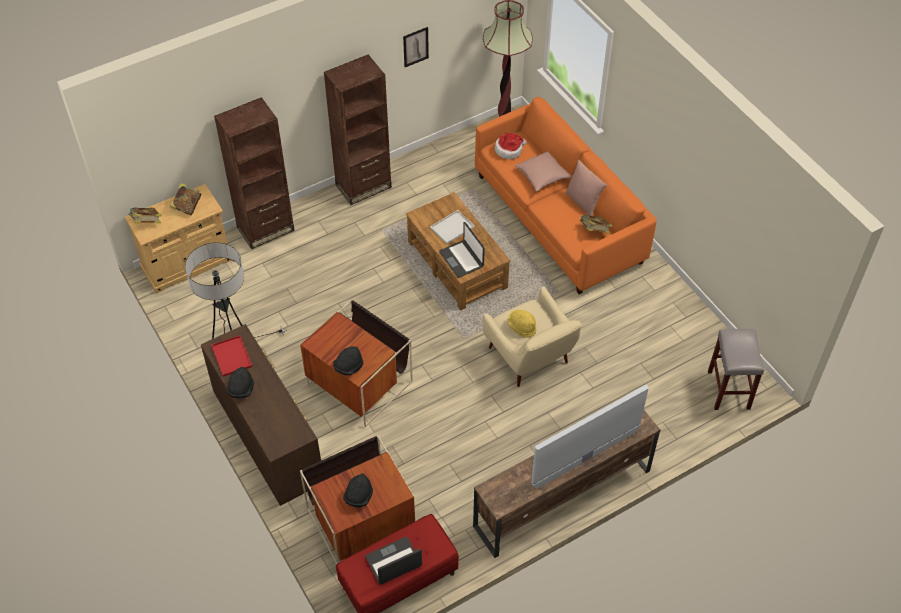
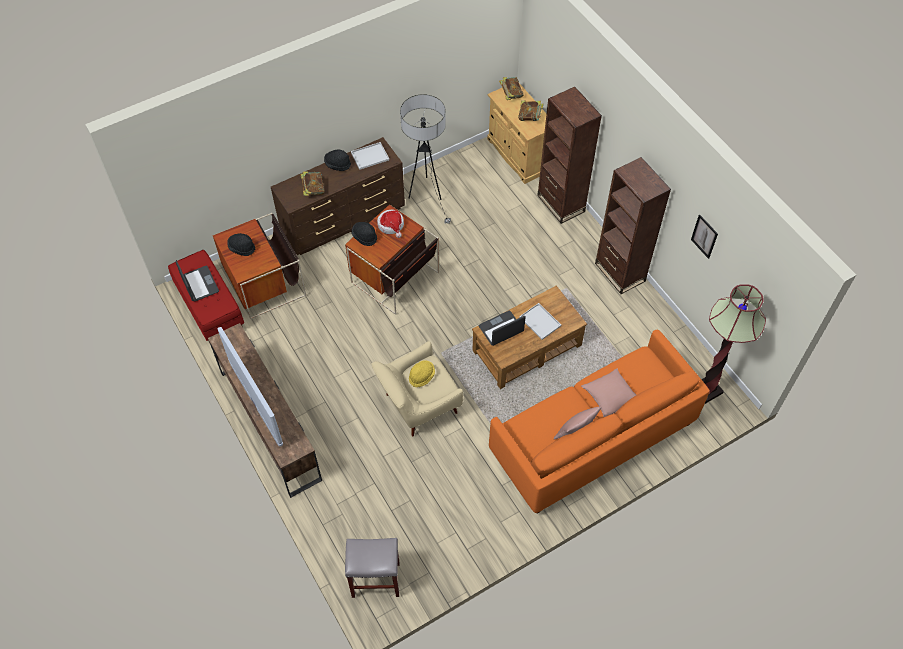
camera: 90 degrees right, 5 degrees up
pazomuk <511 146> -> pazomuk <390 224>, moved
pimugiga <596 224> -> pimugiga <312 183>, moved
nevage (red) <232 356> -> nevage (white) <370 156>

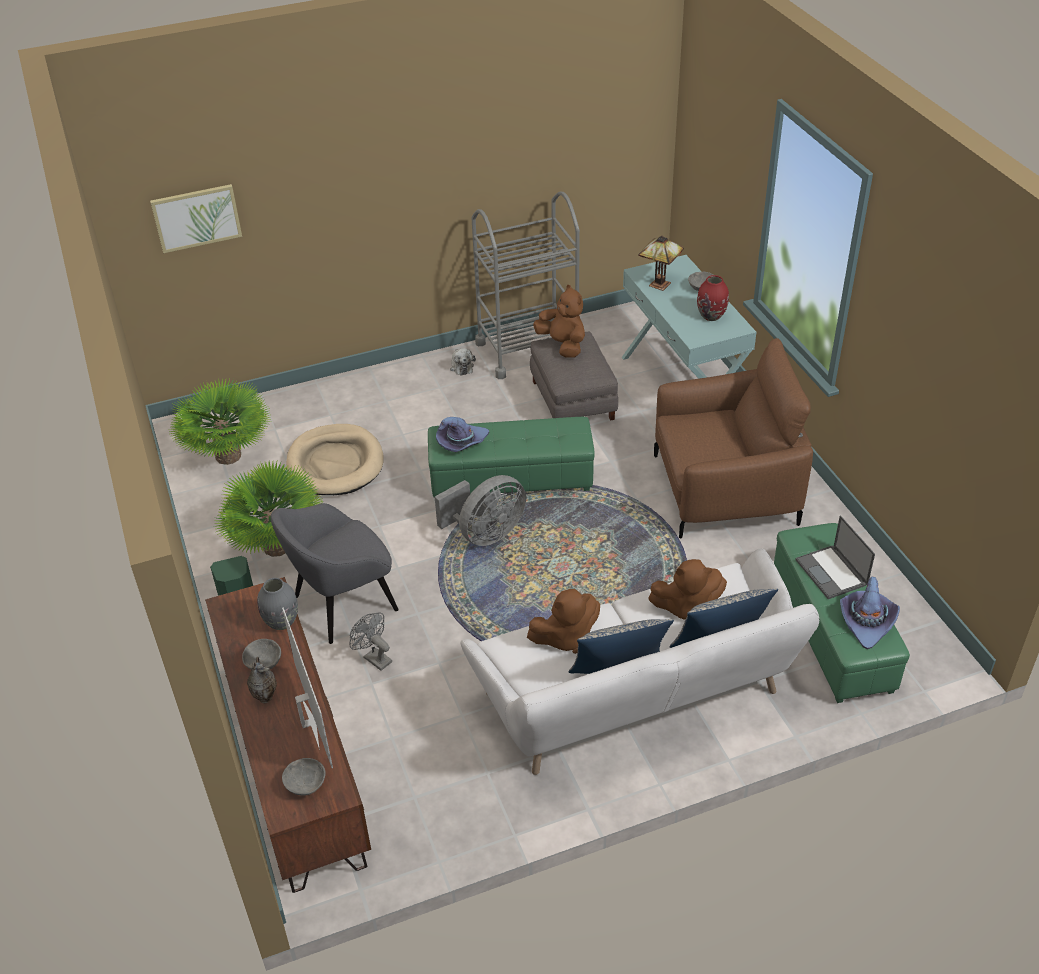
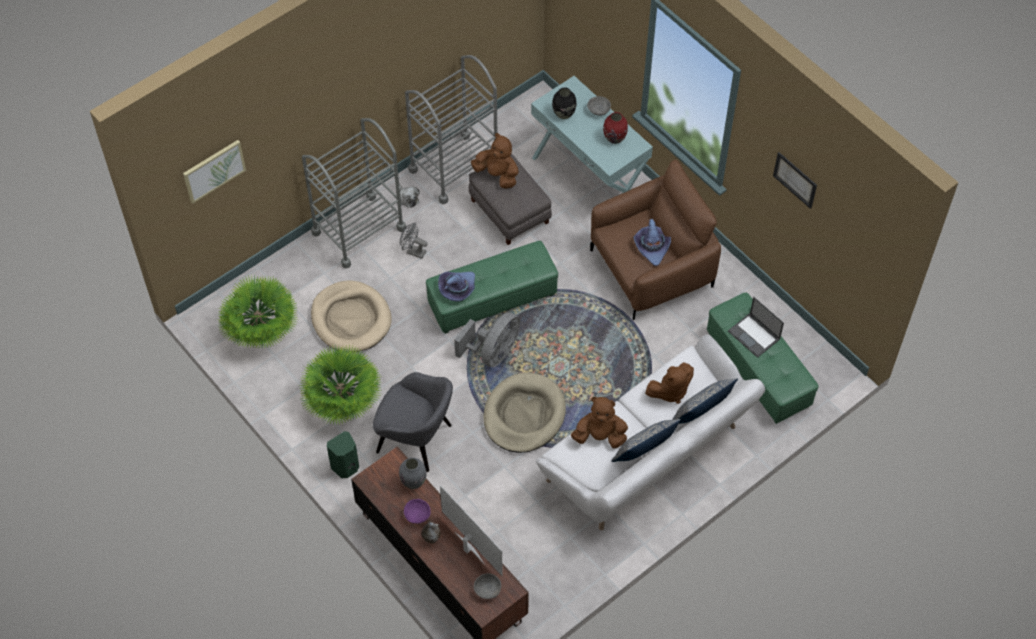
camera: 20 degrees left, 15 degrees up
none -> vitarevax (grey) <354 193>
none -> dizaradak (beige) <524 413>
none -> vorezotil <795 180>
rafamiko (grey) <370 642> -> rafamiko (grey) <414 240>, moved
pazomuk (purple) <870 612> -> pazomuk (purple) <652 242>, moved
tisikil <661 263> -> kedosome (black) <564 103>
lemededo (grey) <261 654> -> lemededo (purple) <417 511>
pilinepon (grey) <335 573> -> pilinepon (grey) <413 422>, 105 degrees counterclockwise
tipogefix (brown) <563 621> -> tipogefix (brown) <599 422>, 135 degrees counterclockwise

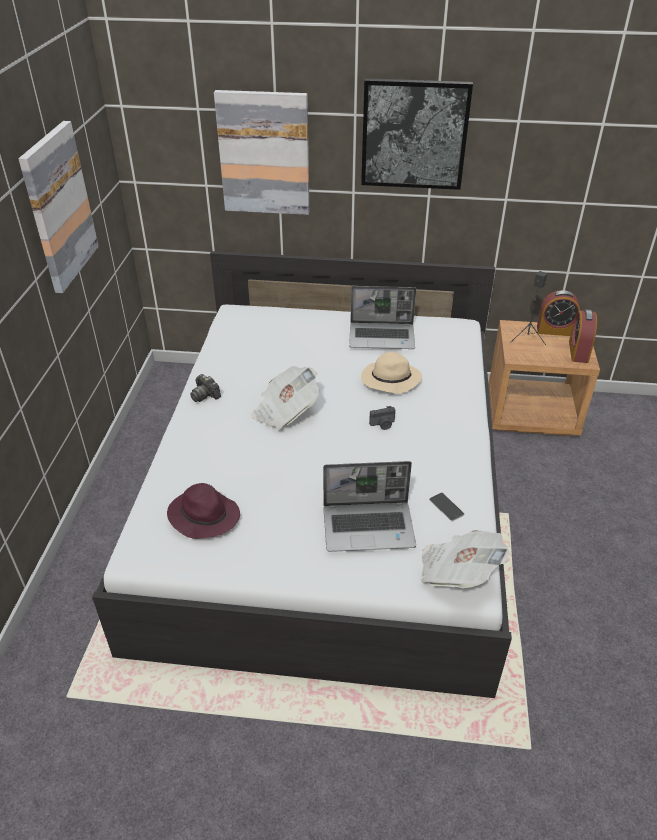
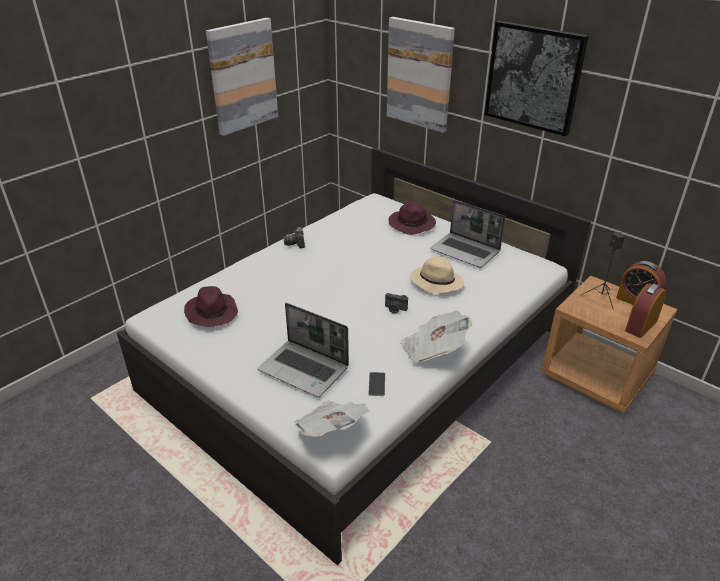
camera: 35 degrees right, 5 degrees down
none -> pazomuk (purple) <412 218>
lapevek <285 398> -> lapevek <436 337>, moved

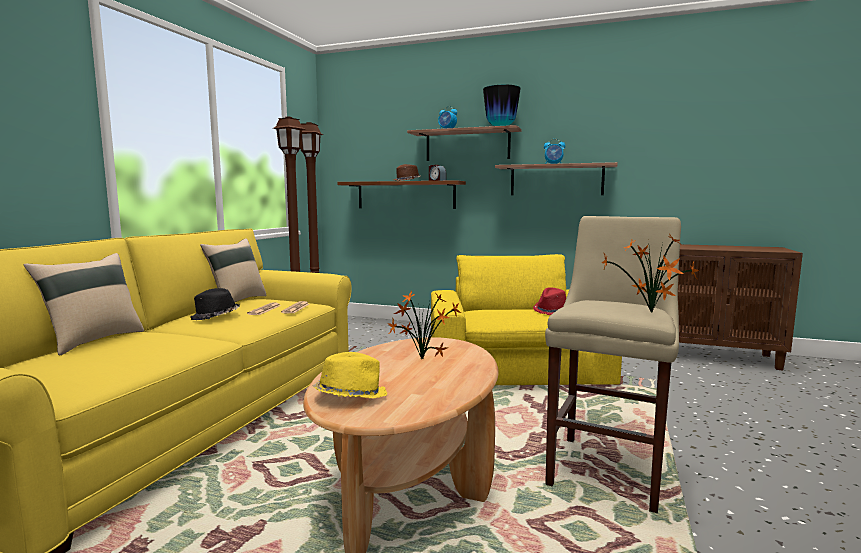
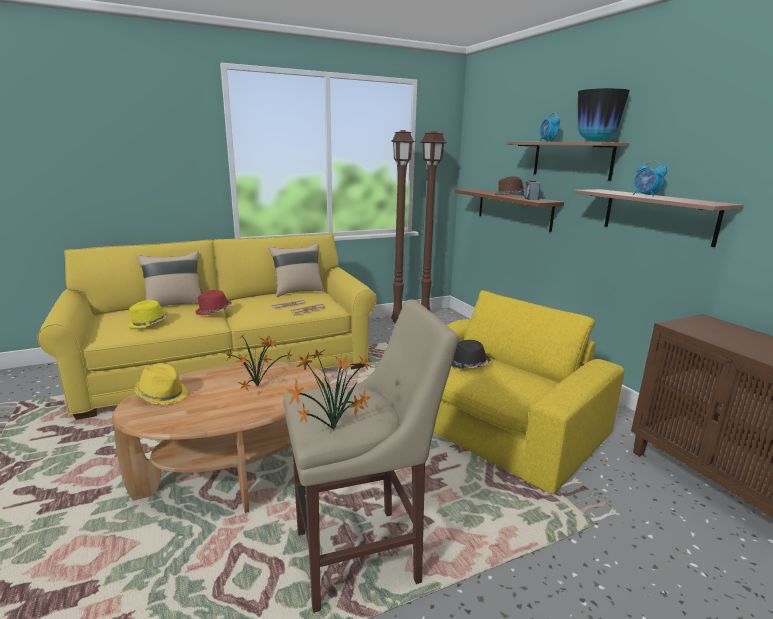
camera: 45 degrees right, 10 degrees up
none -> pazomuk (yellow) <147 314>
pazomuk (black) <215 304> -> pazomuk (black) <471 354>, moved
pazomuk (red) <549 301> -> pazomuk (red) <213 302>, moved

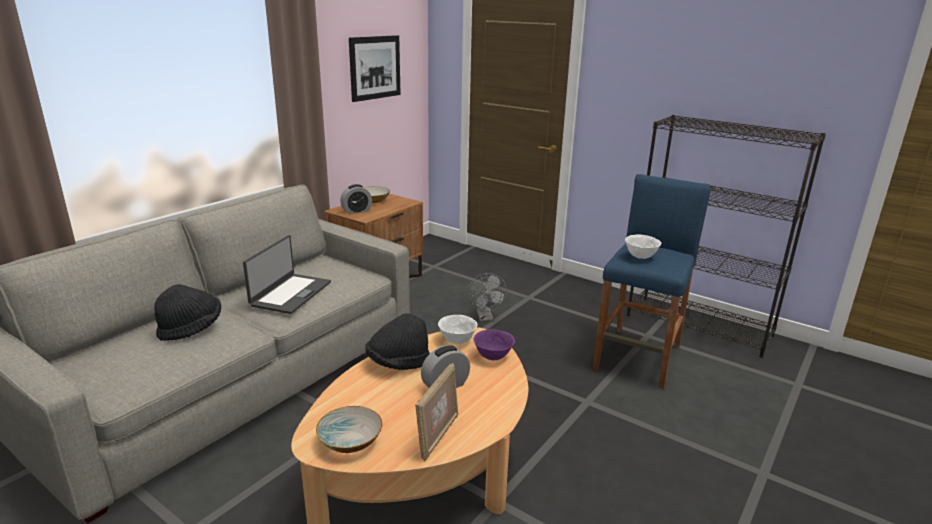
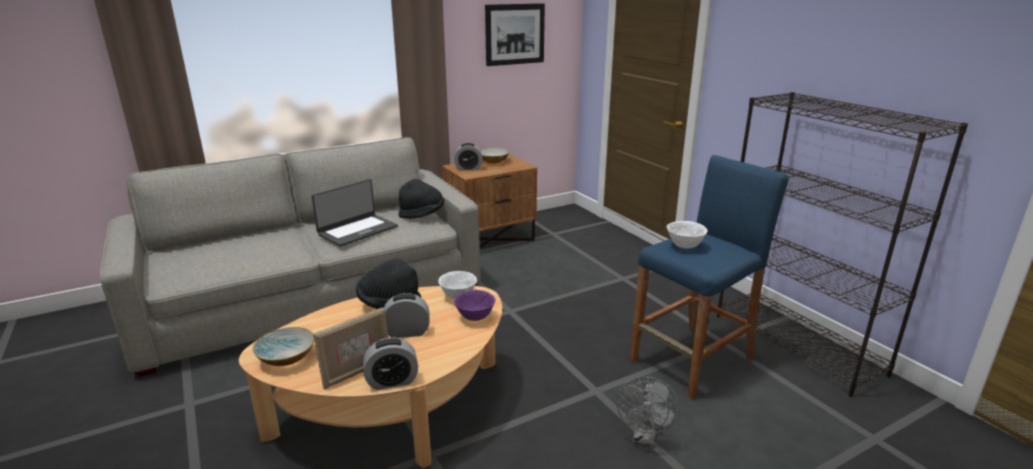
camera: 25 degrees right, 0 degrees up
none -> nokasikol <390 363>
pazomuk (black) <187 312> -> pazomuk (black) <421 199>, moved
rafamiko (grey) <487 297> -> rafamiko (grey) <648 412>, moved

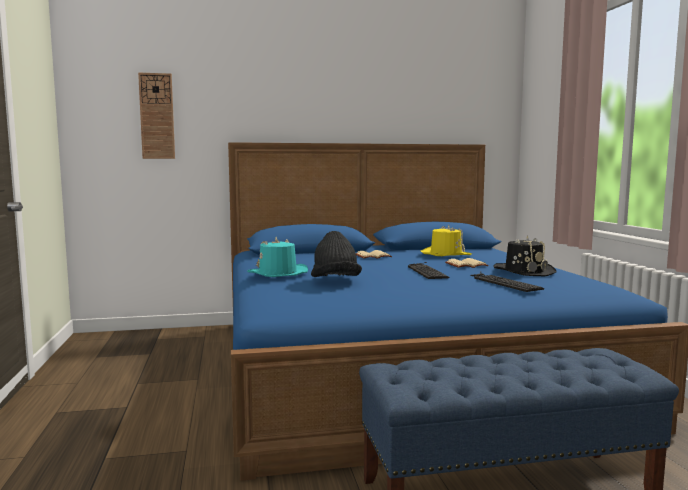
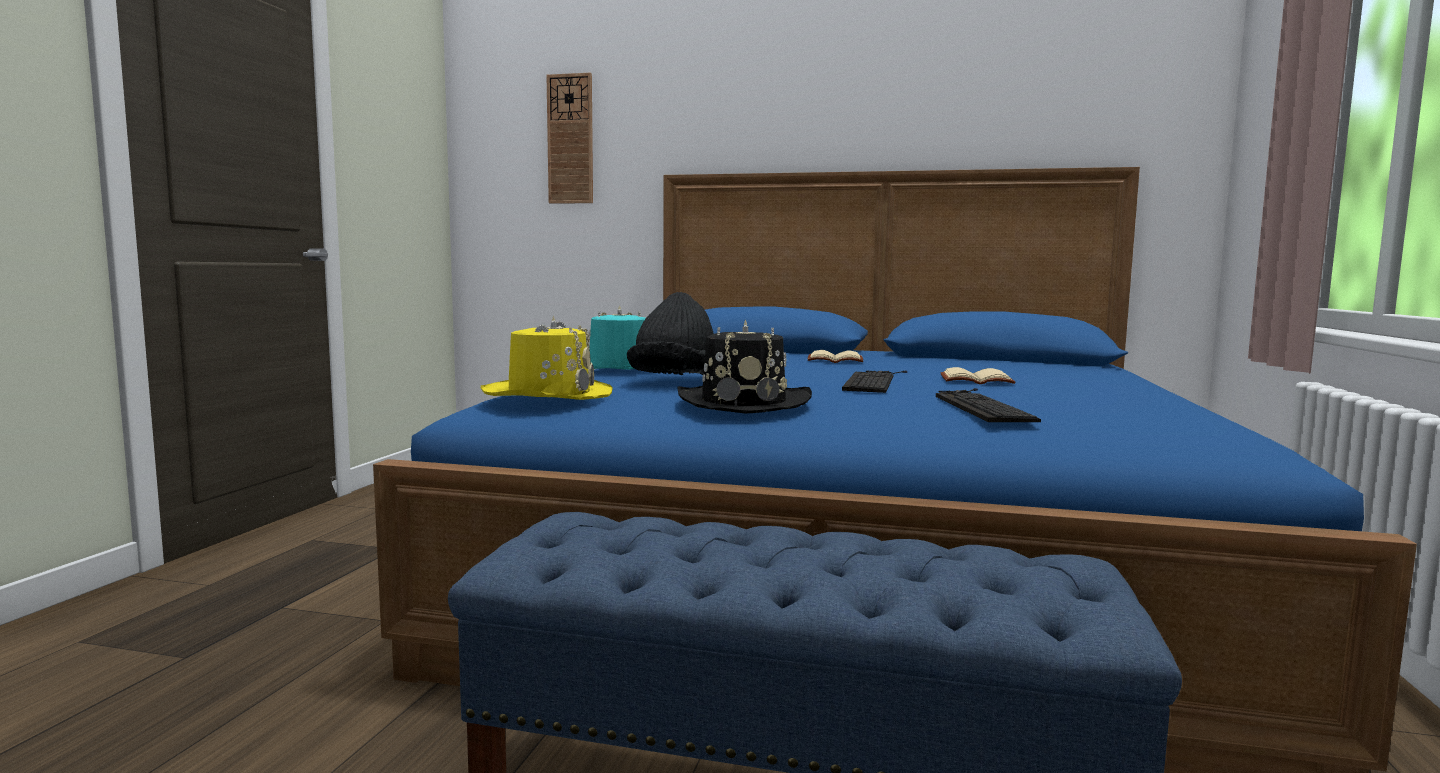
camera: 25 degrees right, 0 degrees up
pazomuk (yellow) <446 240> -> pazomuk (yellow) <547 357>, moved
pazomuk (black) <525 256> -> pazomuk (black) <744 367>, moved

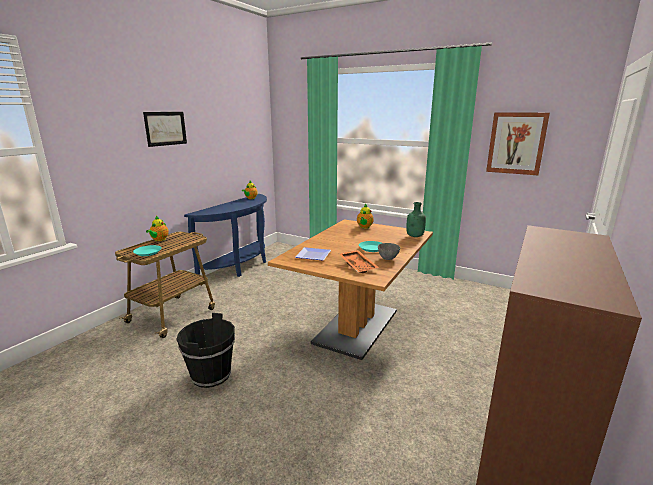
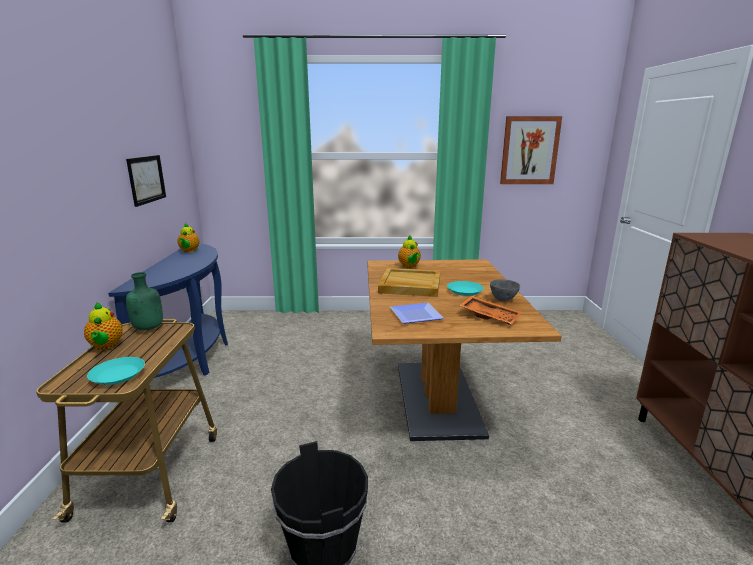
camera: 30 degrees left, 0 degrees up
none -> nevage (beige) <409 282>
vorezotil <165 129> -> vorezotil <146 181>, moved
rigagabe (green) <416 219> -> rigagabe (green) <144 301>, moved

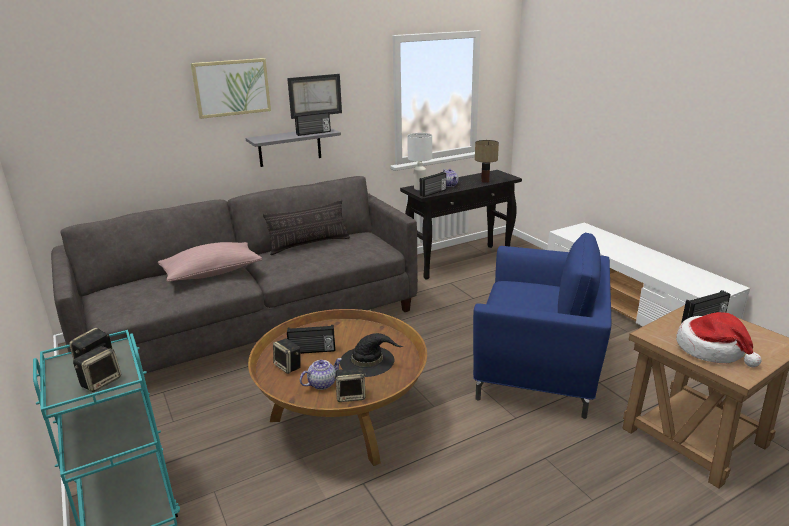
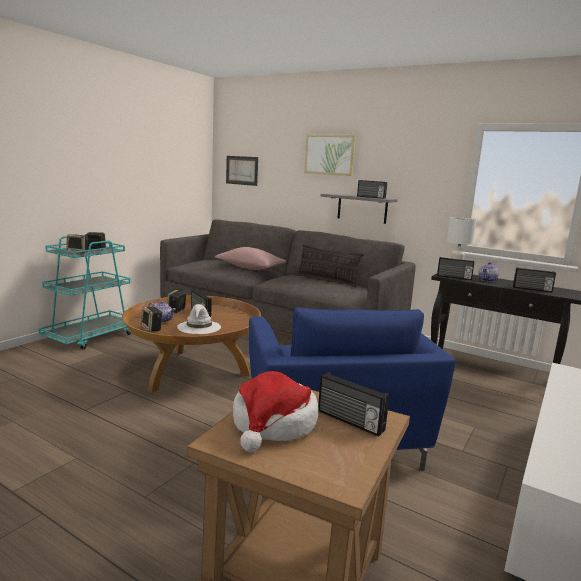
camera: 60 degrees right, 10 degrees down
vorezotil <314 96> -> vorezotil <242 171>, moved
tisikil <487 161> -> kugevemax <534 279>
pazomuk (black) <372 355> -> pazomuk (white) <199 319>

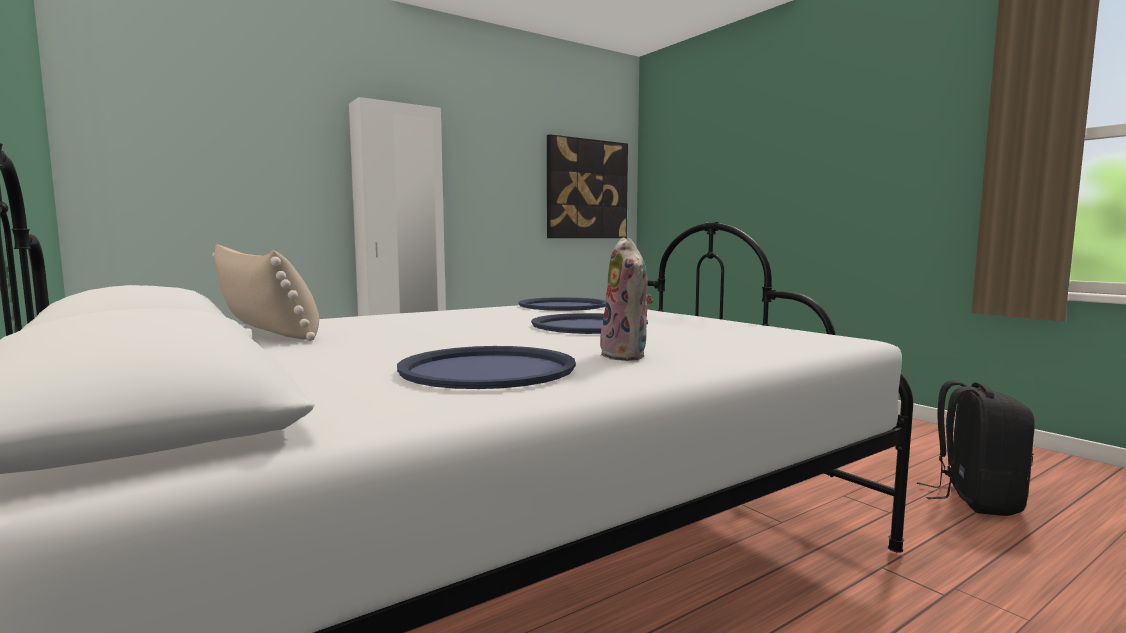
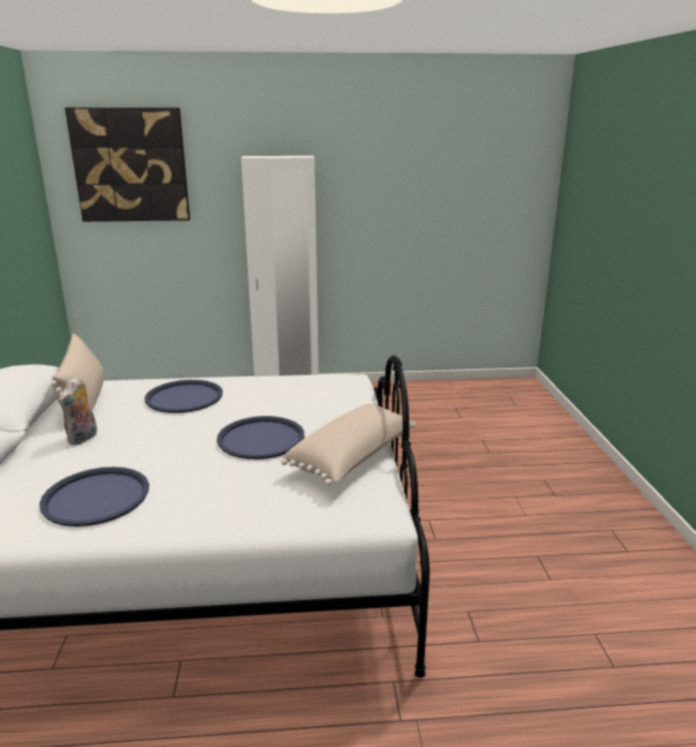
camera: 30 degrees right, 15 degrees up
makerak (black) <976 448> -> none
none -> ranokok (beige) <349 444>
nevage (blue) <562 304> -> nevage (blue) <184 396>, moved
vorezotil <587 186> -> vorezotil <127 165>, moved
tipogefix <626 299> -> tipogefix <78 410>, moved

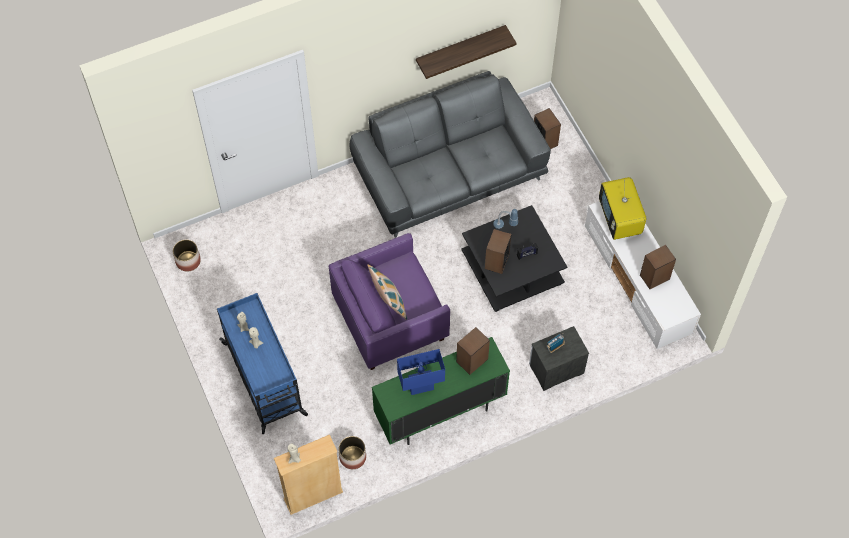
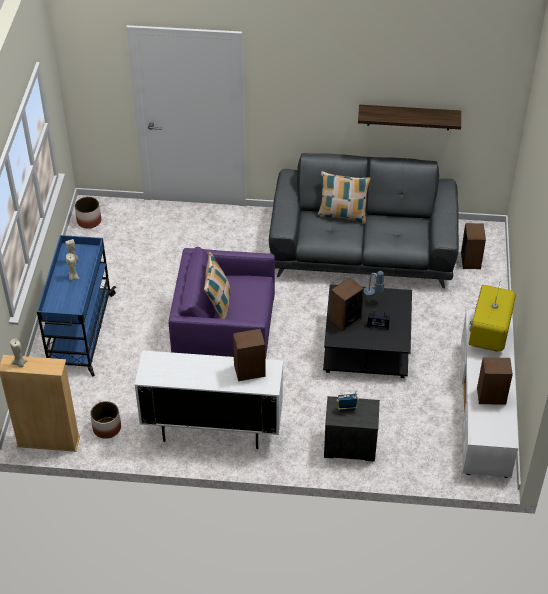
camera: 30 degrees right, 15 degrees down
tisikil (blue) <421 372> -> none
none -> ranokok <344 197>
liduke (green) <441 391> -> liduke (white) <208 399>

